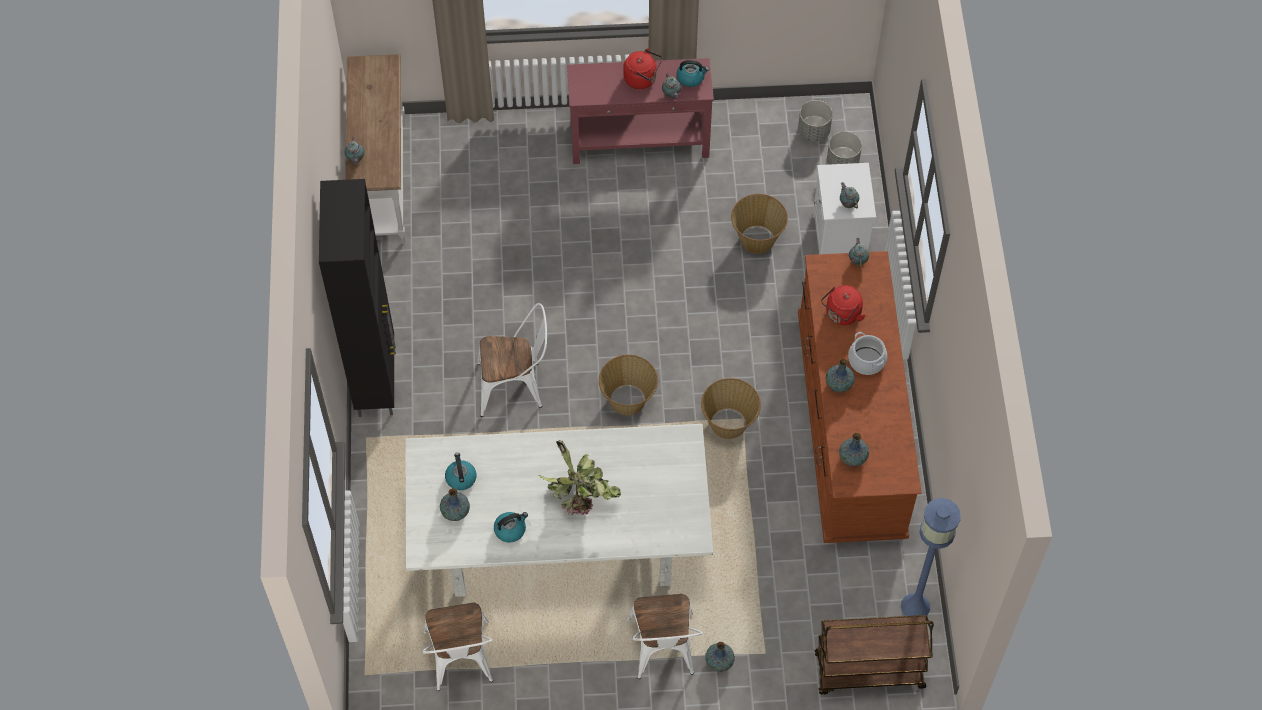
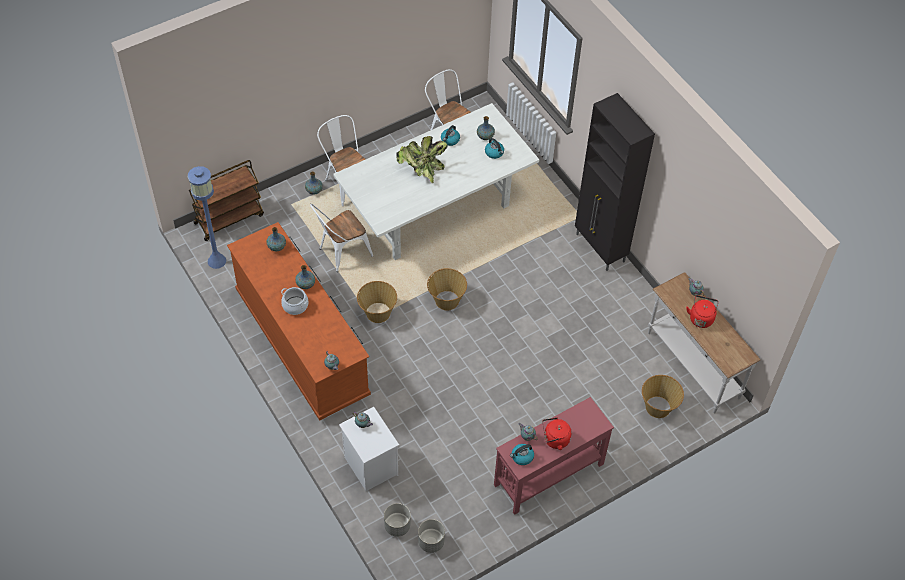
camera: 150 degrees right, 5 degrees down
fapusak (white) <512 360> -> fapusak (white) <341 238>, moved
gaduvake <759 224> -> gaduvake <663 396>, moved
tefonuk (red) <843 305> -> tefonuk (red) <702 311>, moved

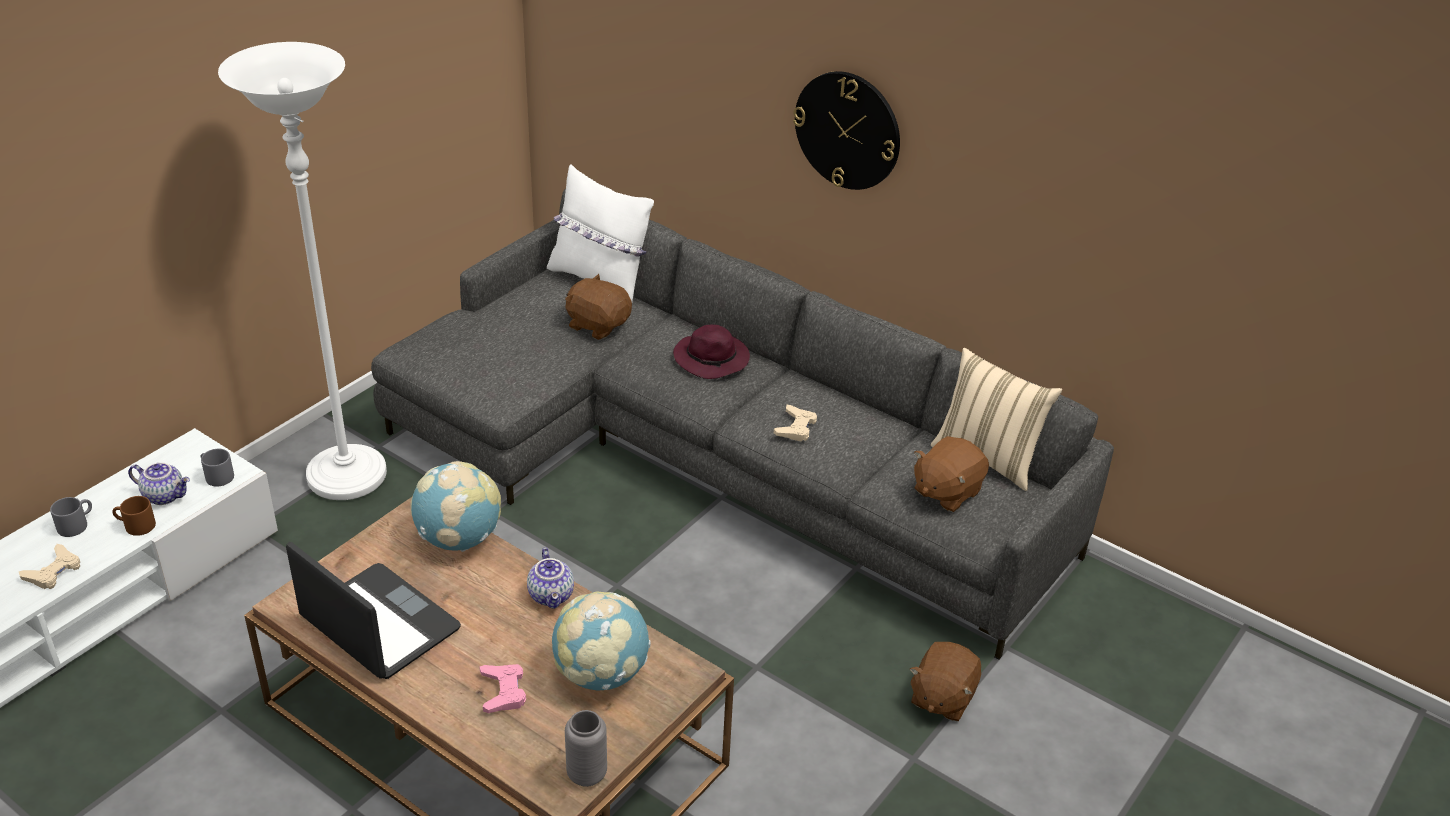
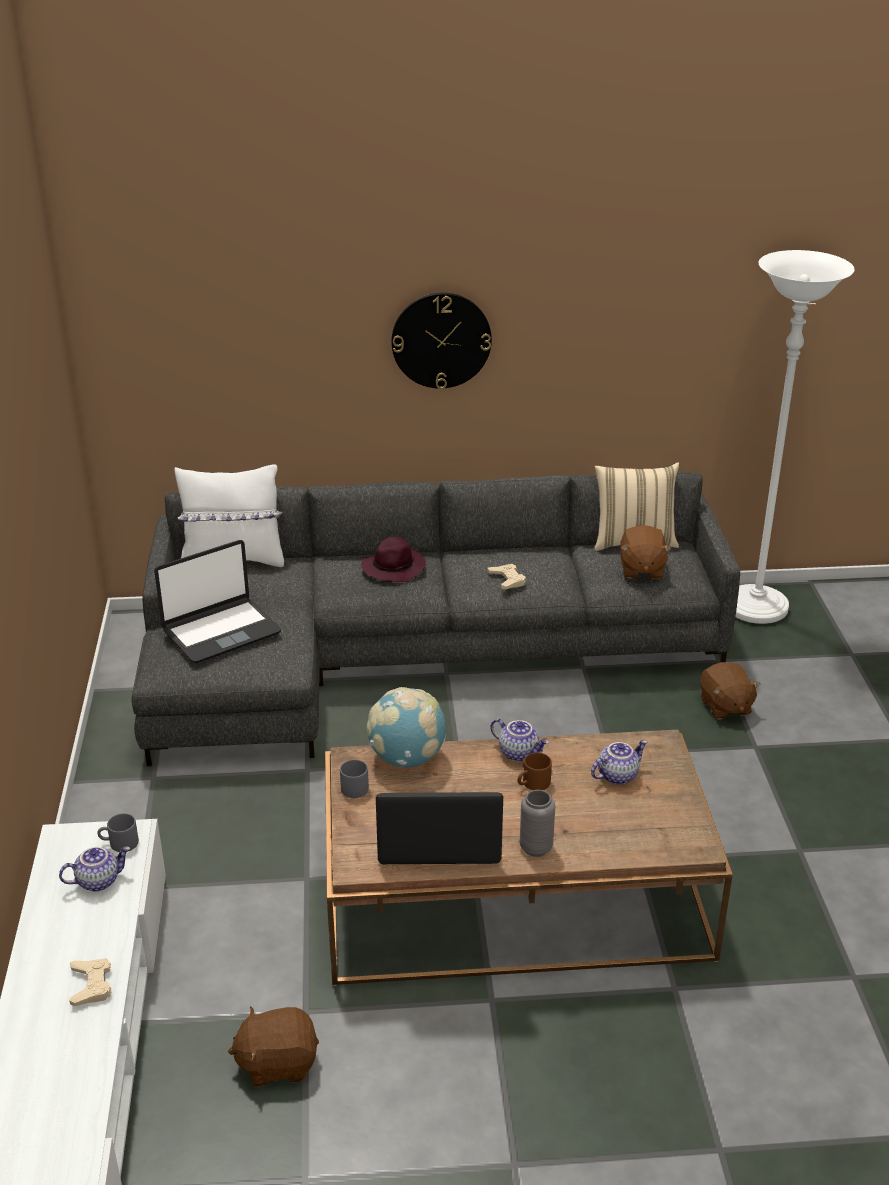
camera: 40 degrees left, 5 degrees down
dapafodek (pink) <503 688> -> none
none -> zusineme <217 601>
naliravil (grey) <71 517> -> naliravil (grey) <354 778>, moved
naliravil (brown) <134 516> -> naliravil (brown) <534 771>, moved
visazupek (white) <302 271> -> visazupek (white) <795 437>, moved
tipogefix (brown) <598 307> -> tipogefix (brown) <273 1046>, moved
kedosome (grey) <586 748> -> kedosome (grey) <537 823>, moved
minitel <601 640> -> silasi <619 762>

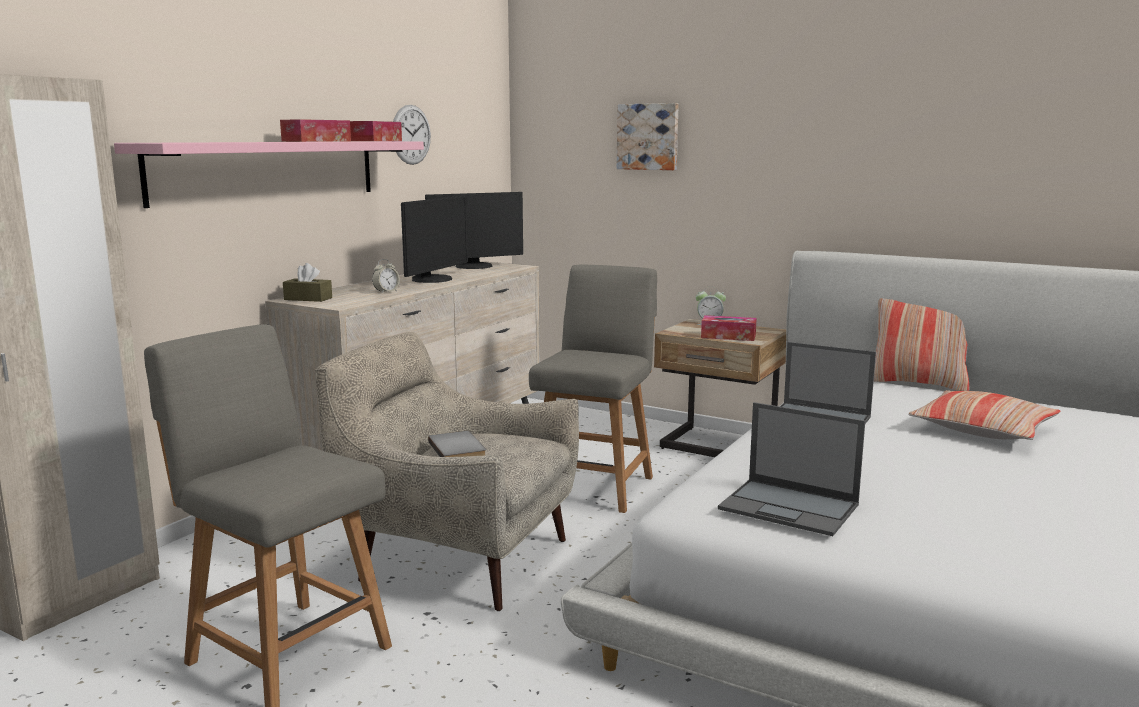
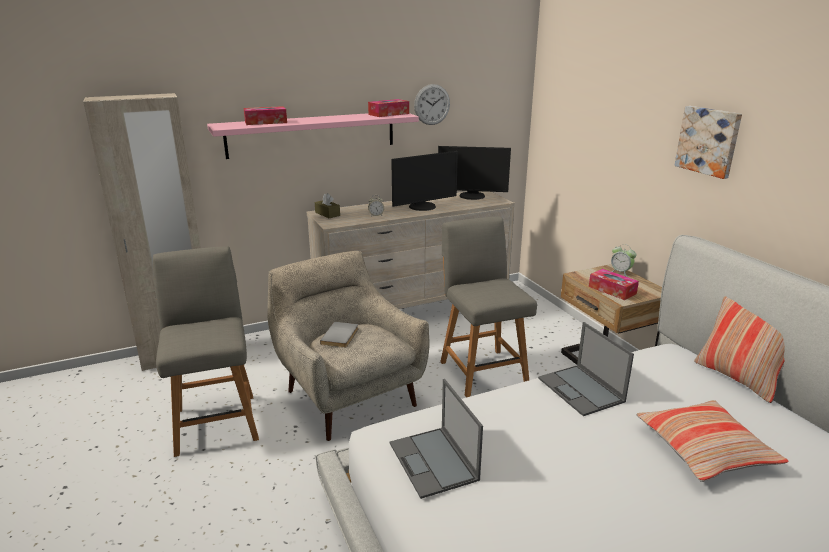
camera: 35 degrees right, 10 degrees up
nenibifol <315 130> -> nenibifol <265 115>, moved
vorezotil <648 136> -> vorezotil <708 142>, moved
fapusak (grey) <593 389> -> fapusak (grey) <488 307>, 75 degrees counterclockwise

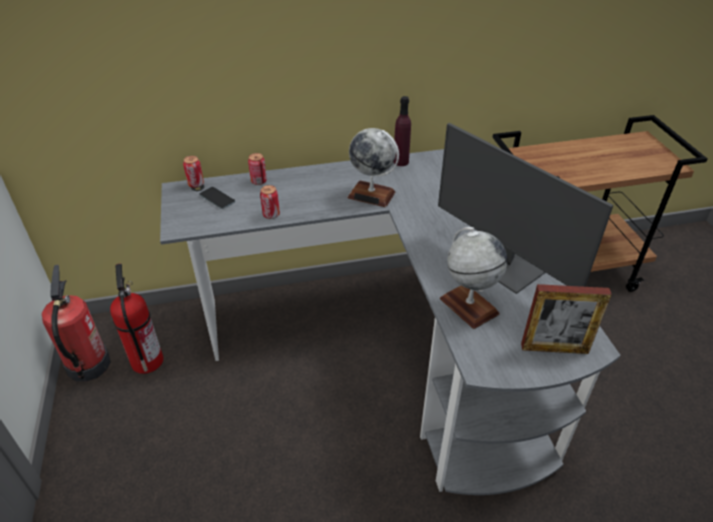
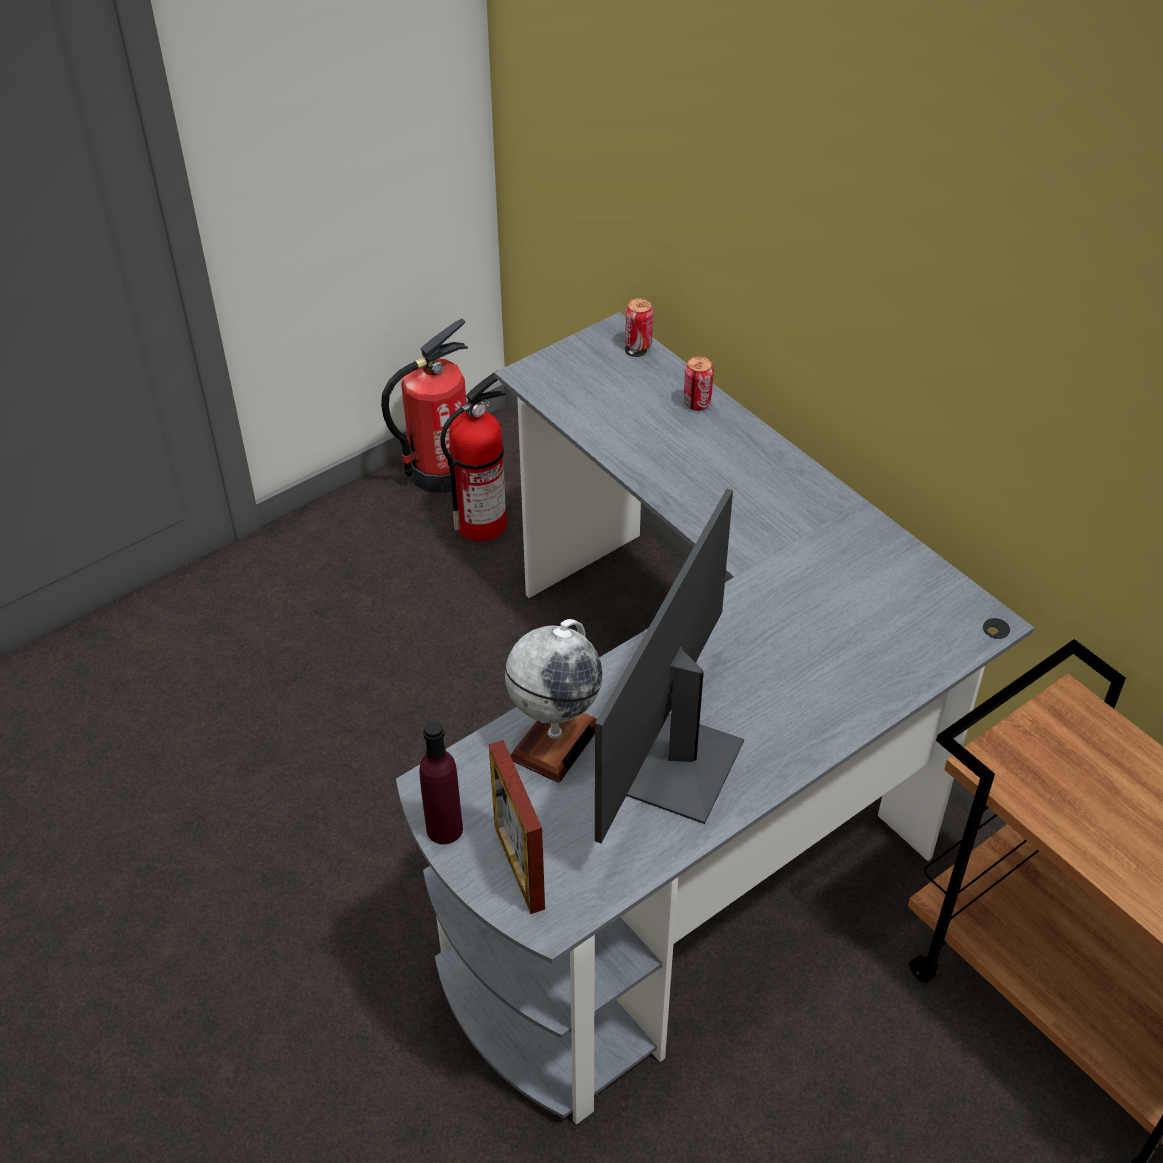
camera: 65 degrees right, 5 degrees up
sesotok <217 198> -> none
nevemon <270 202> -> none
minitel <373 167> -> none
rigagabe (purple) <402 131> -> rigagabe (purple) <441 782>, moved

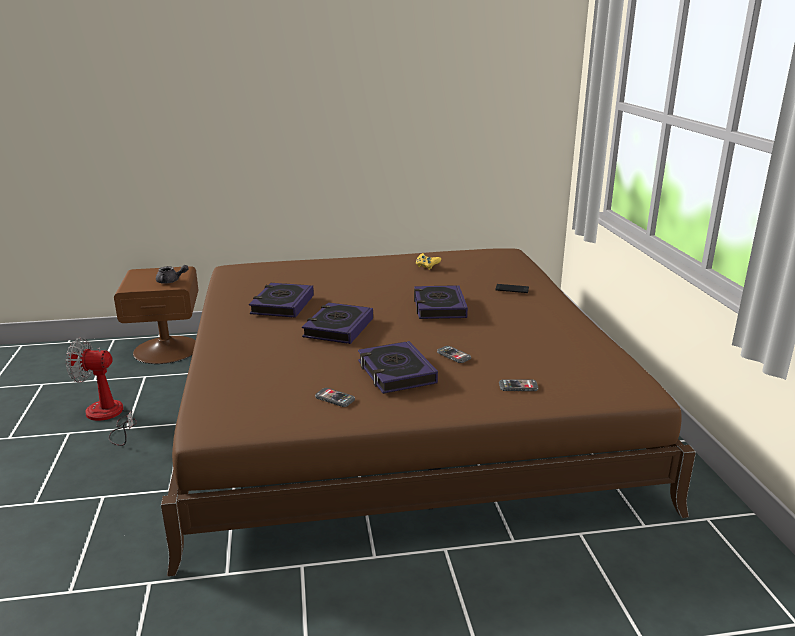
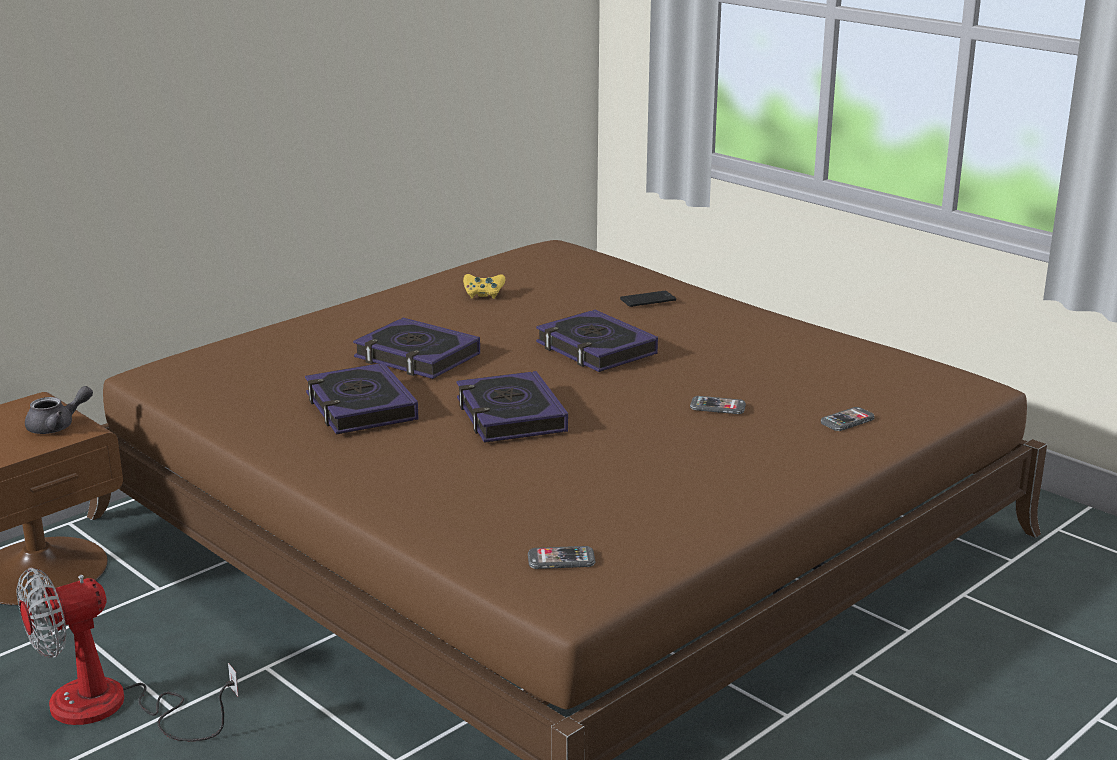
camera: 35 degrees left, 0 degrees up
sesotok <335 397> -> sesotok <561 557>, moved
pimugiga <398 367> -> pimugiga <416 348>, moved

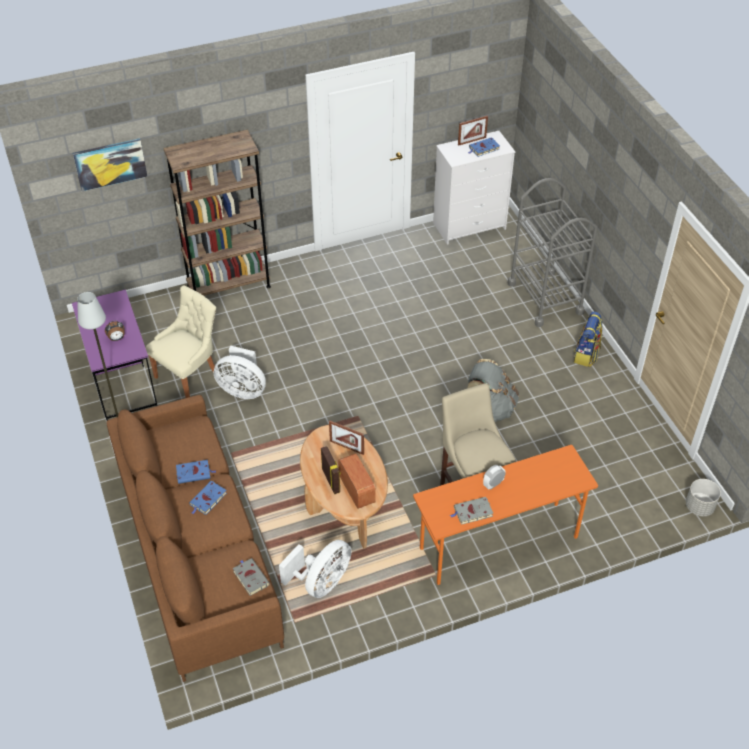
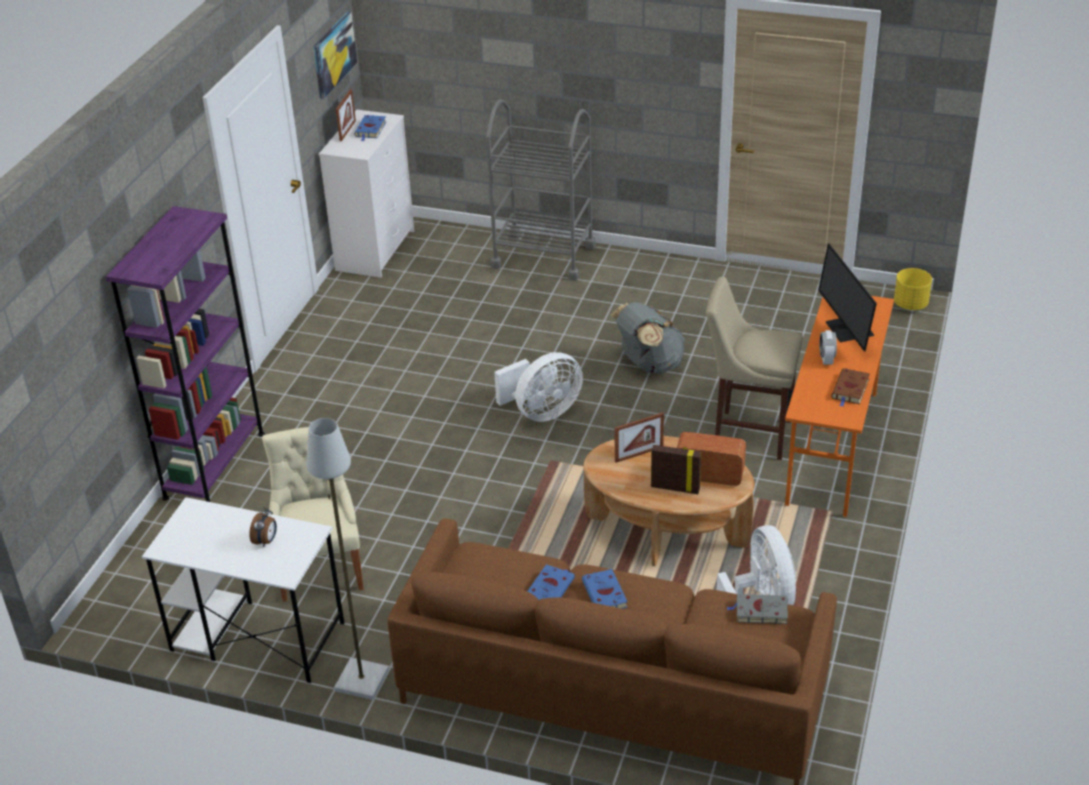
camera: 50 degrees left, 10 degrees down
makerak <588 339> -> none
none -> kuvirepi <847 297>
vorezotil <110 164> -> vorezotil <335 55>, moved
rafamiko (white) <240 372> -> rafamiko (white) <538 387>, moved
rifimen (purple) <114 355> -> rifimen (white) <243 590>
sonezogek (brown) <217 212> -> sonezogek (purple) <185 354>
pimugiga (grey) <472 511> -> pimugiga (brown) <850 387>
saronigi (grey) <703 497> -> saronigi (yellow) <913 289>

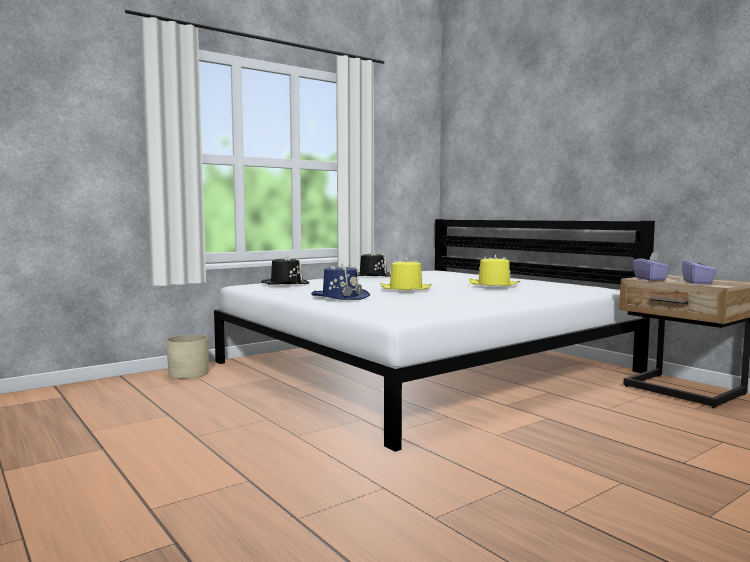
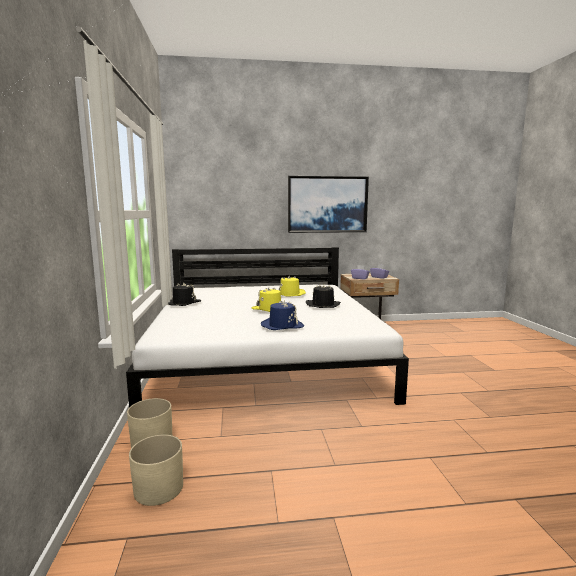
camera: 60 degrees left, 5 degrees up
none -> saronigi (beige) <156 470>
none -> vorezotil <328 204>
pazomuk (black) <285 270> -> pazomuk (black) <323 296>, moved

